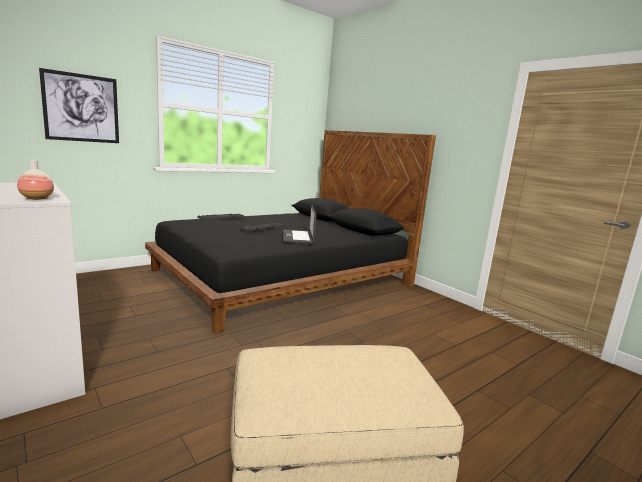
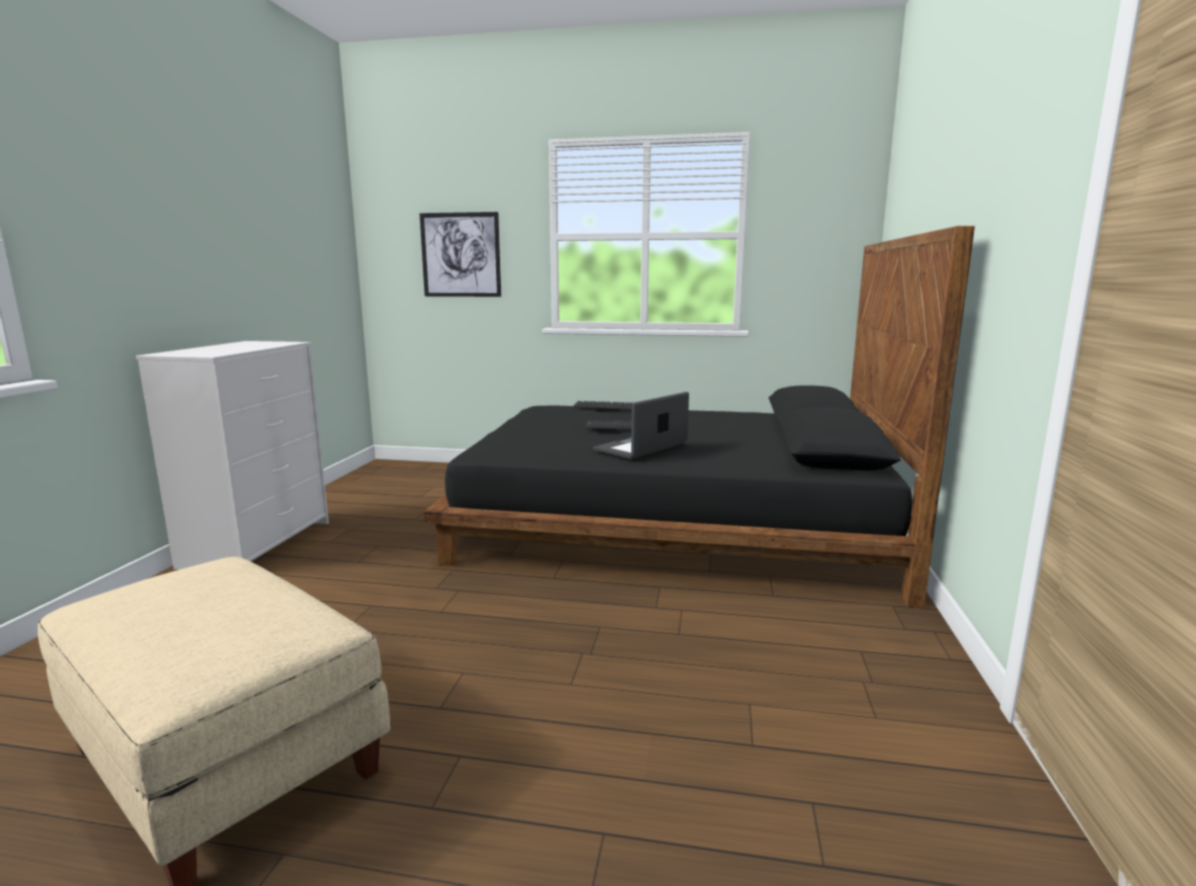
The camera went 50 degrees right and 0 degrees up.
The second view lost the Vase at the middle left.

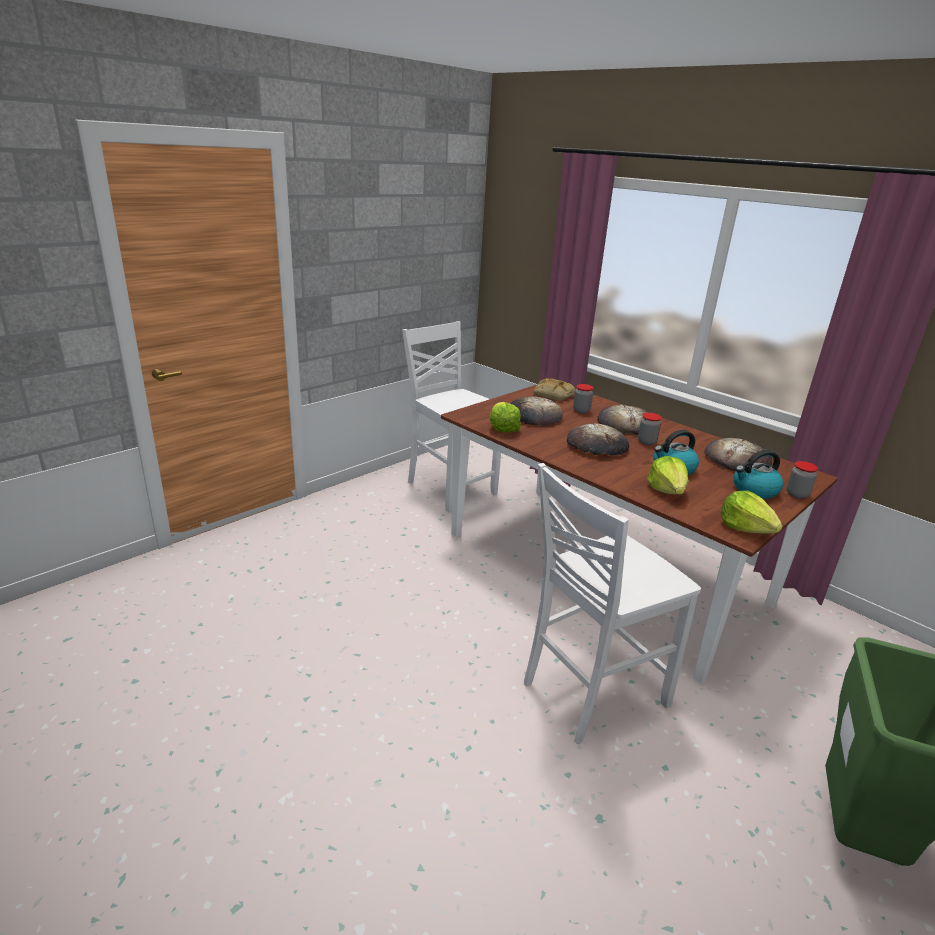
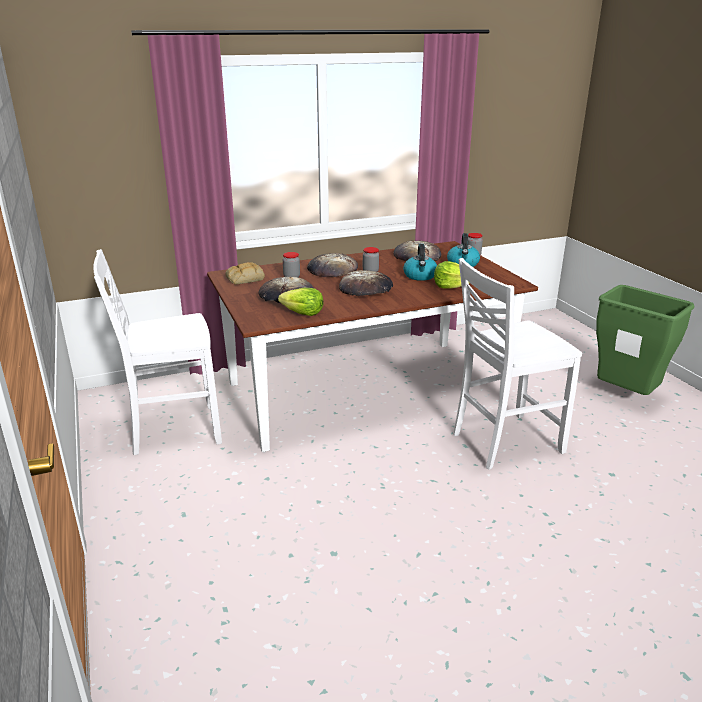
The camera went 65 degrees left and 0 degrees up.
The Stuhl (weiß) (2nd from left) at the centre ended up facing another way, 75 degrees clockwise from before.
The second view lost the Salatkopf (3rd from left) at the middle right.

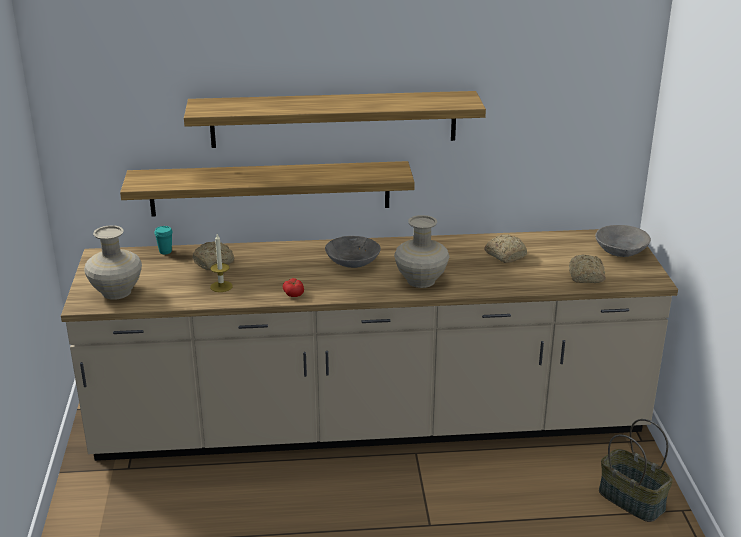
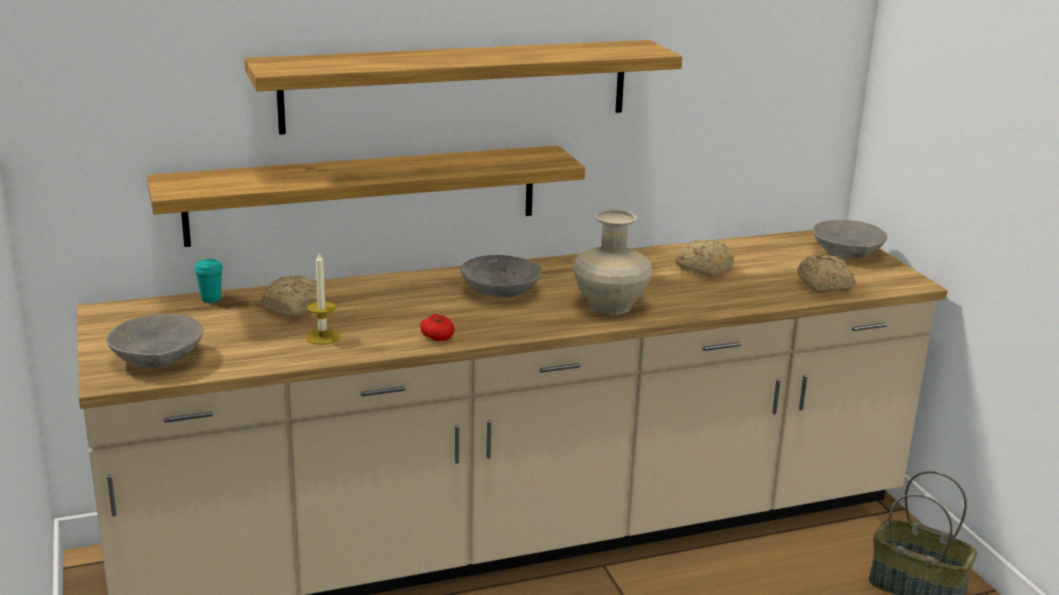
The camera went 15 degrees left and 5 degrees down.
Where the Vase (beige) (1st from left) stood at the middle left, the Schüssel (grau) (1st from left) came to stand at the middle left.

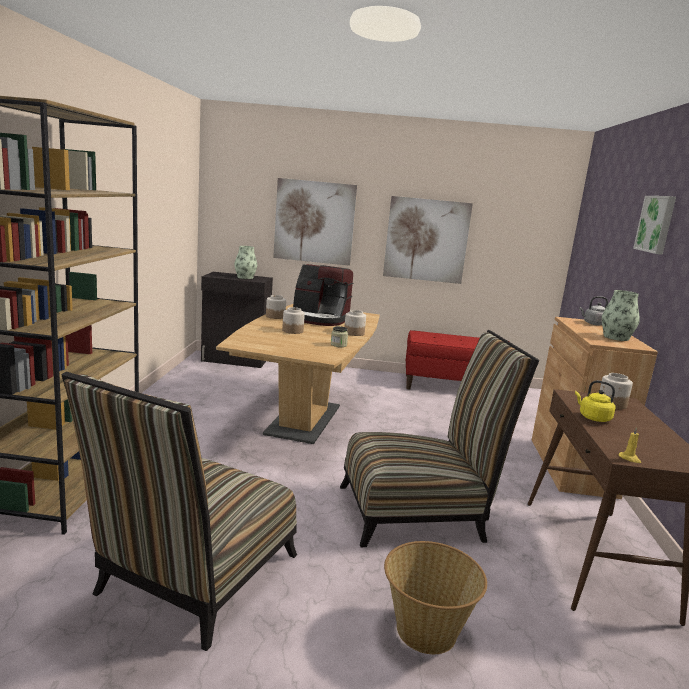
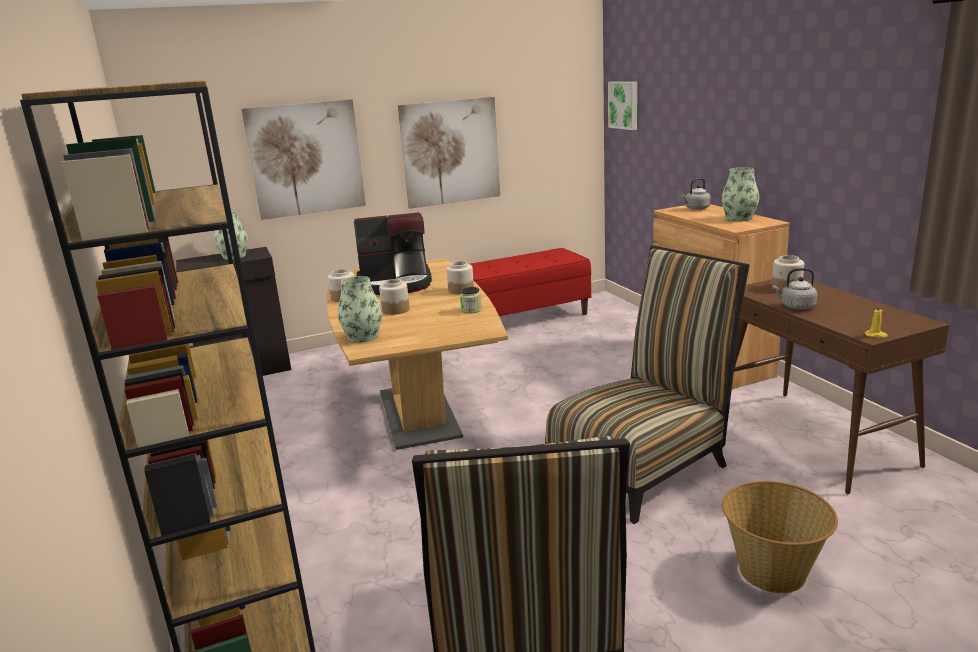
The camera went 25 degrees left and 5 degrees up.
The second view gained the Vase (2nd from left) at the centre.
The Bild (3rd from left) ended up elsewhere, having gone from the top right to the top centre.
What was the Wasserkessel (gelb) at the middle right turned into the Wasserkessel (grau) (2nd from left) at the middle right.

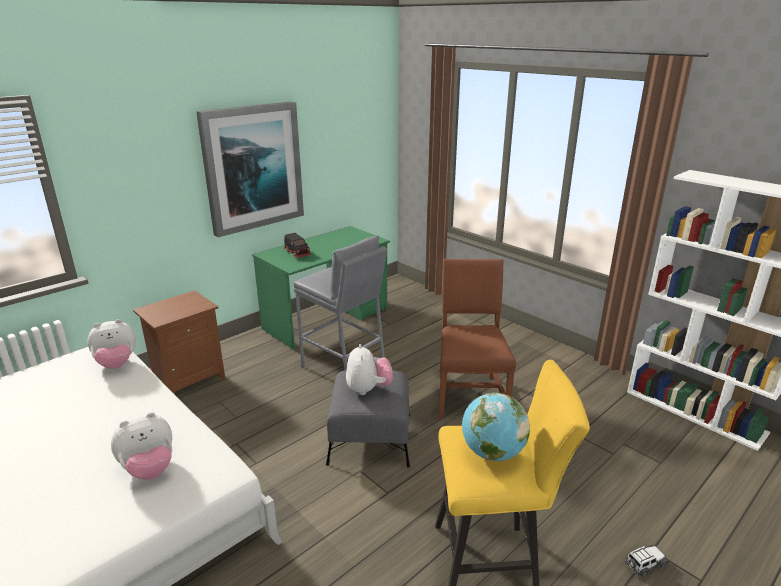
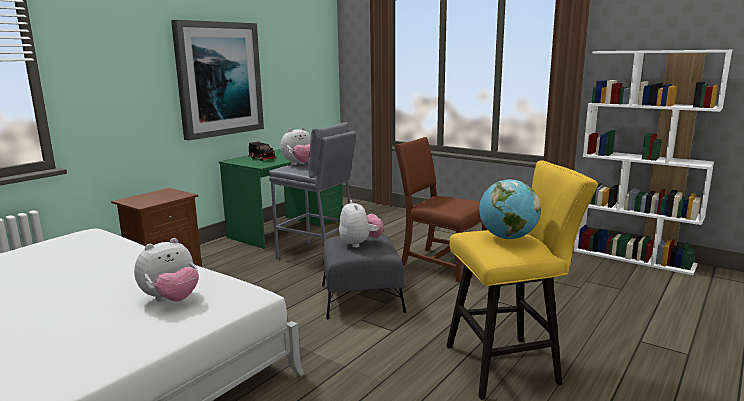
The camera went 10 degrees left and 10 degrees down.
The Plüschtier (1st from left in the first image) ended up elsewhere, having gone from the middle left to the centre.
The Stuhl (braun) at the centre ended up facing another way, 45 degrees counterclockwise from before.
The second view lost the Spielzeugauto at the bottom right.

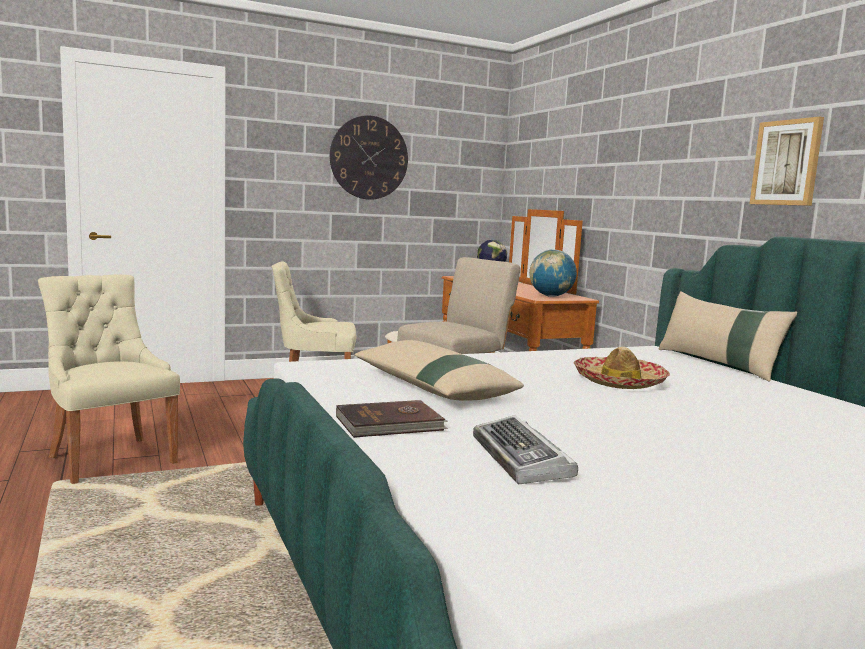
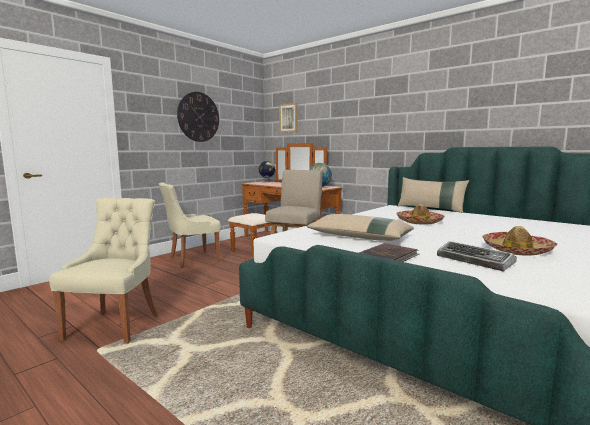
The camera went 25 degrees left and 0 degrees up.
The Stuhl (beige) (1st from left) at the middle left ended up facing another way, 75 degrees clockwise from before.
The Bild ended up elsewhere, having gone from the top right to the top centre.
The second view gained the Hut (2nd from left) at the middle right.

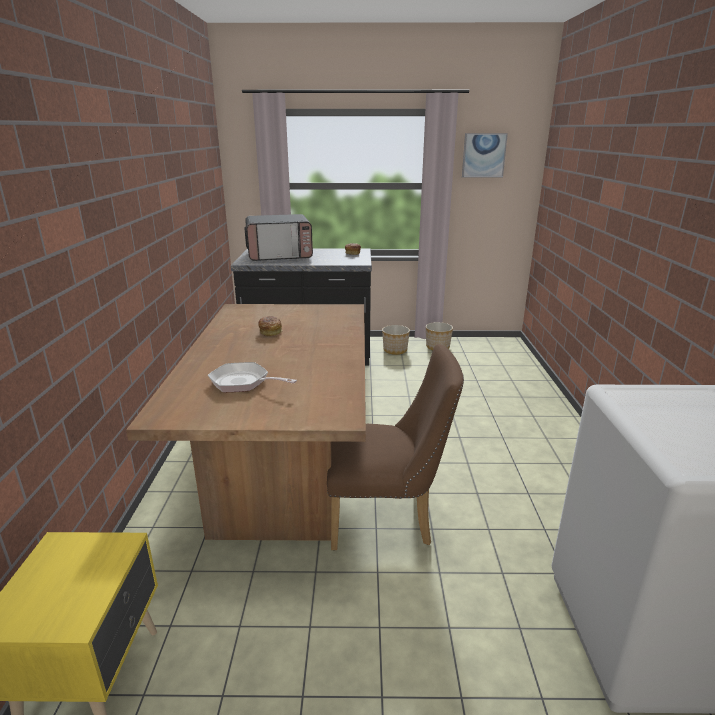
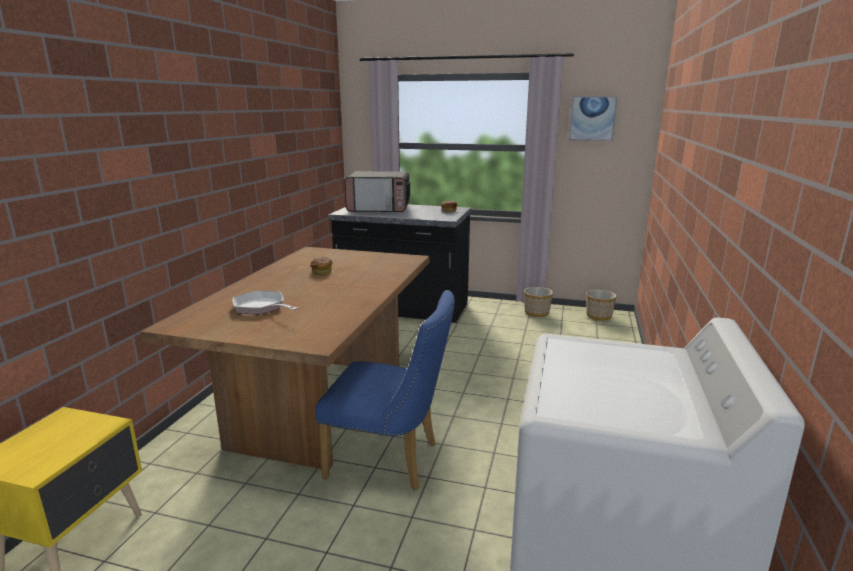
The camera went 15 degrees right and 5 degrees down.
What was the Stuhl (braun) at the centre turned into the Stuhl (blau) at the bottom centre.
The Pflanzkübel (1st from left in the first image) ended up elsewhere, having gone from the centre to the middle right.

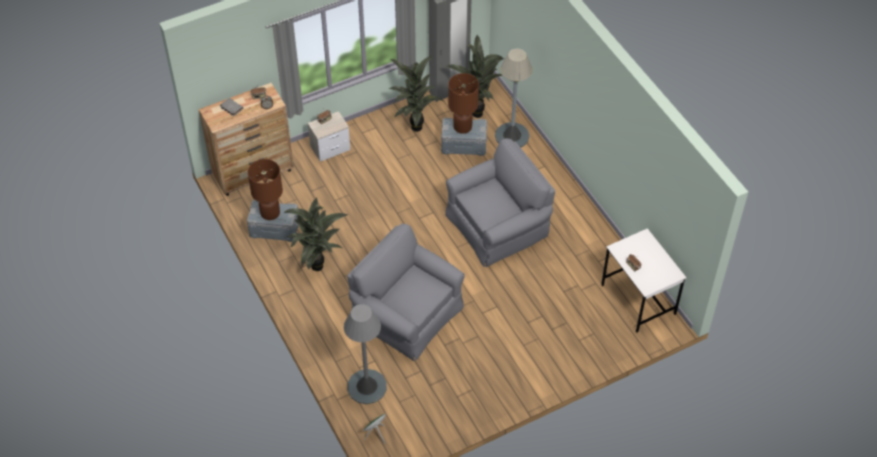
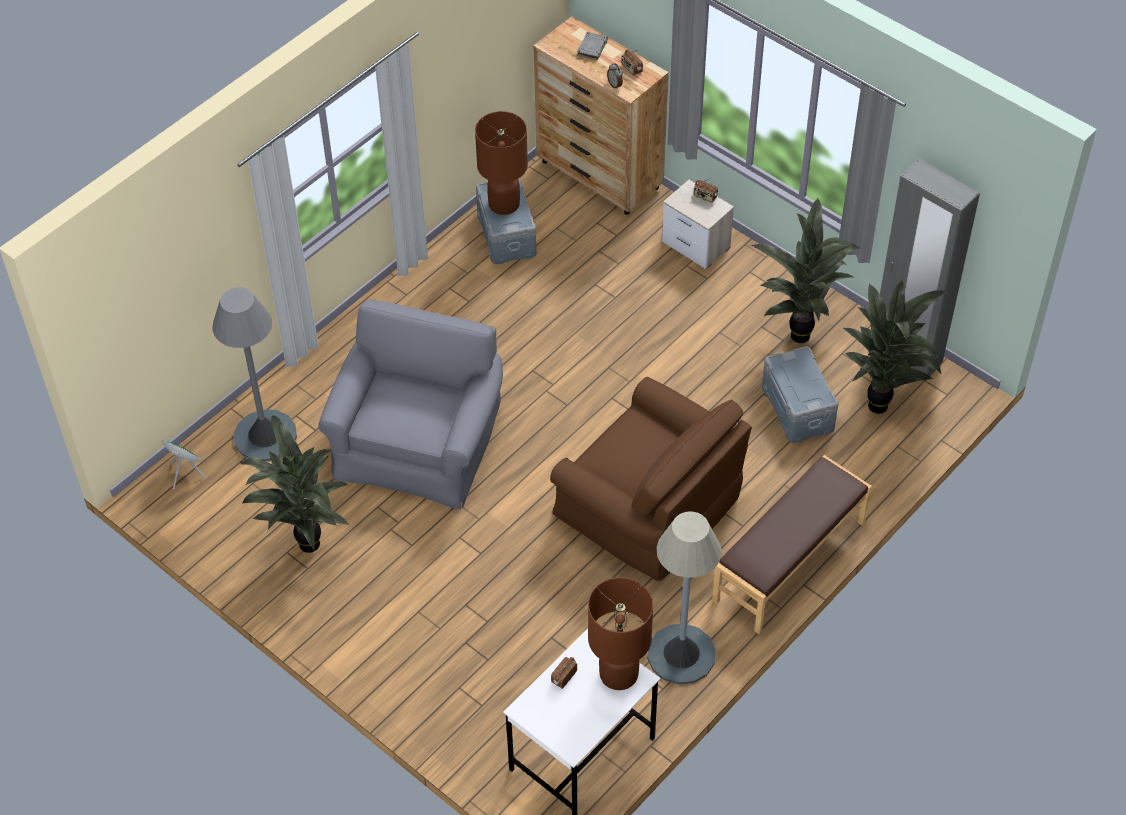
The camera went 70 degrees right and 0 degrees up.
The Topfpflanze (1st from left) ended up elsewhere, having gone from the centre to the middle left.
What was the Sessel (grau) (2nd from left) at the centre turned into the Sessel (braun) at the centre.
The Tischlampe (braun) (2nd from left) ended up elsewhere, having gone from the top centre to the bottom centre.
The Stehlampe (grau) (2nd from left) ended up elsewhere, having gone from the top centre to the bottom centre.
The second view gained the Bank (braun) at the bottom right.

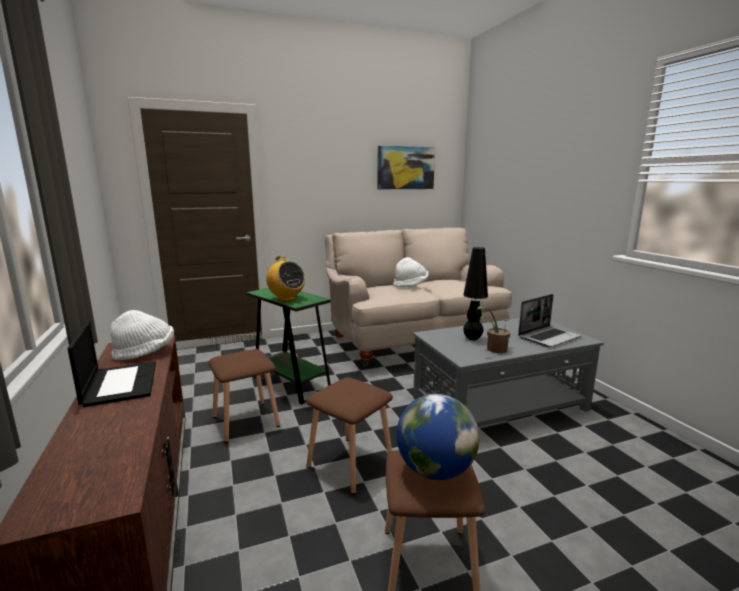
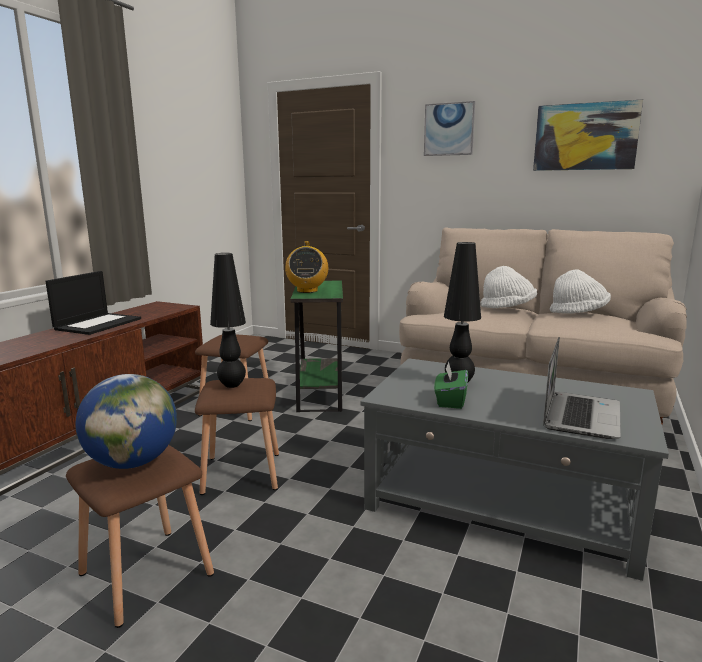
The camera went 45 degrees right and 0 degrees up.
The second view gained the Tischlampe (schwarz) (1st from left) at the middle left.
The second view gained the Bild (1st from left) at the top centre.
Where the Topfpflanze stood at the middle right, the Taschentuchbox (grün) came to stand at the centre.
The Laptop (2nd from left) at the middle right ended up facing another way, 75 degrees counterclockwise from before.
The Hut (weiß) (1st from left in the first image) ended up elsewhere, having gone from the middle left to the middle right.

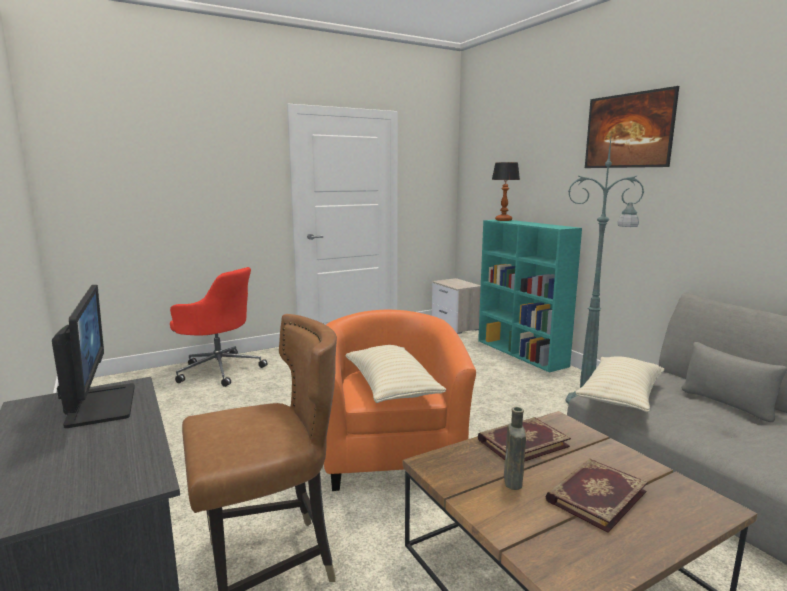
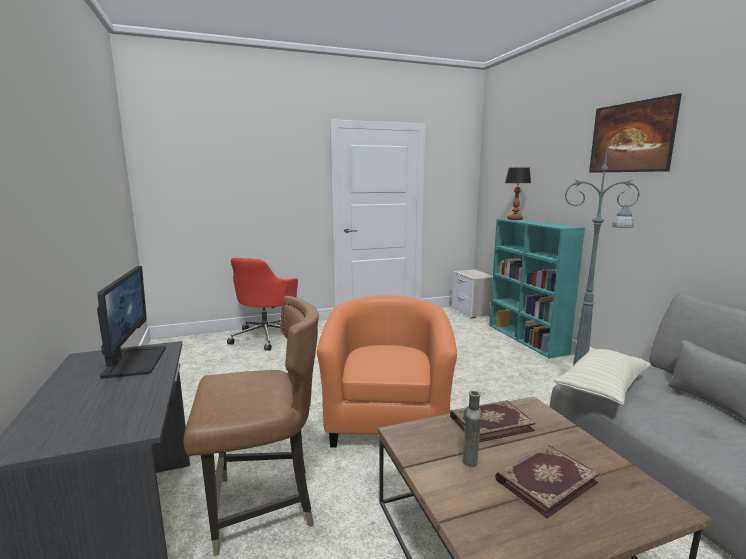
The camera went 10 degrees right and 0 degrees up.
The Bürostuhl (rot) at the middle left ended up facing another way, 75 degrees clockwise from before.
The second view lost the Kissen (beige) (1st from left) at the centre.

